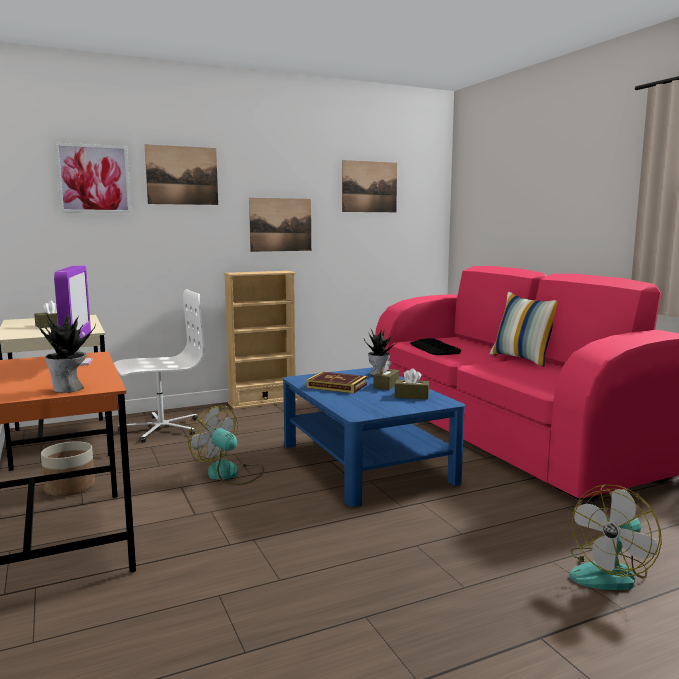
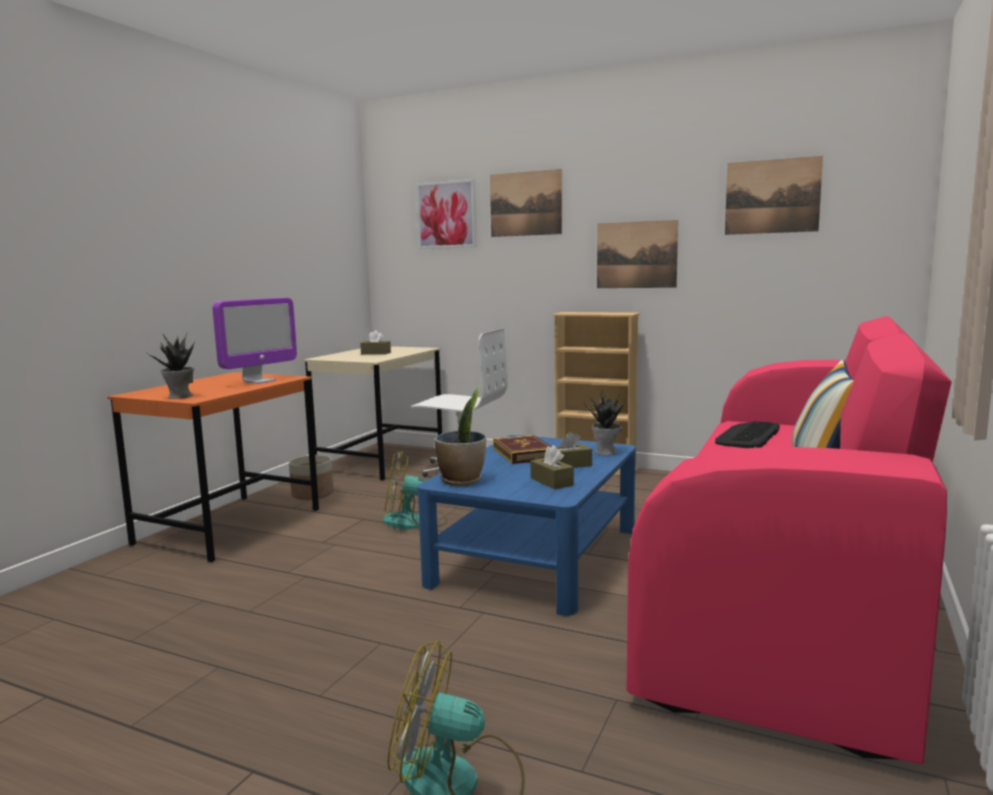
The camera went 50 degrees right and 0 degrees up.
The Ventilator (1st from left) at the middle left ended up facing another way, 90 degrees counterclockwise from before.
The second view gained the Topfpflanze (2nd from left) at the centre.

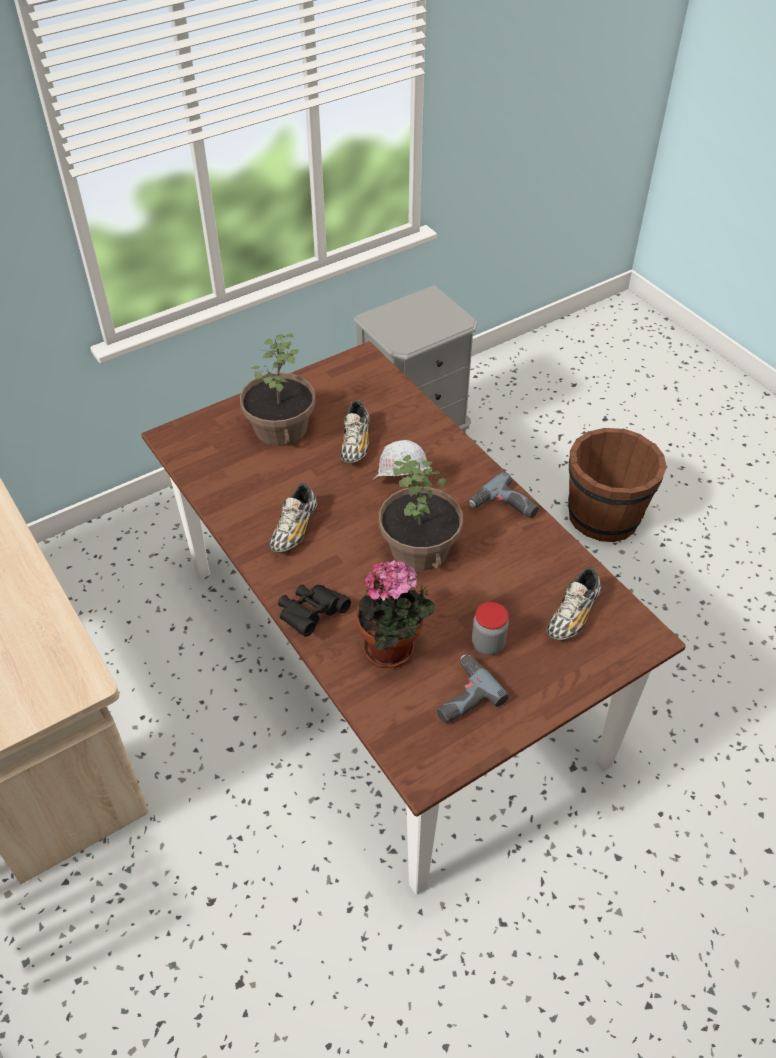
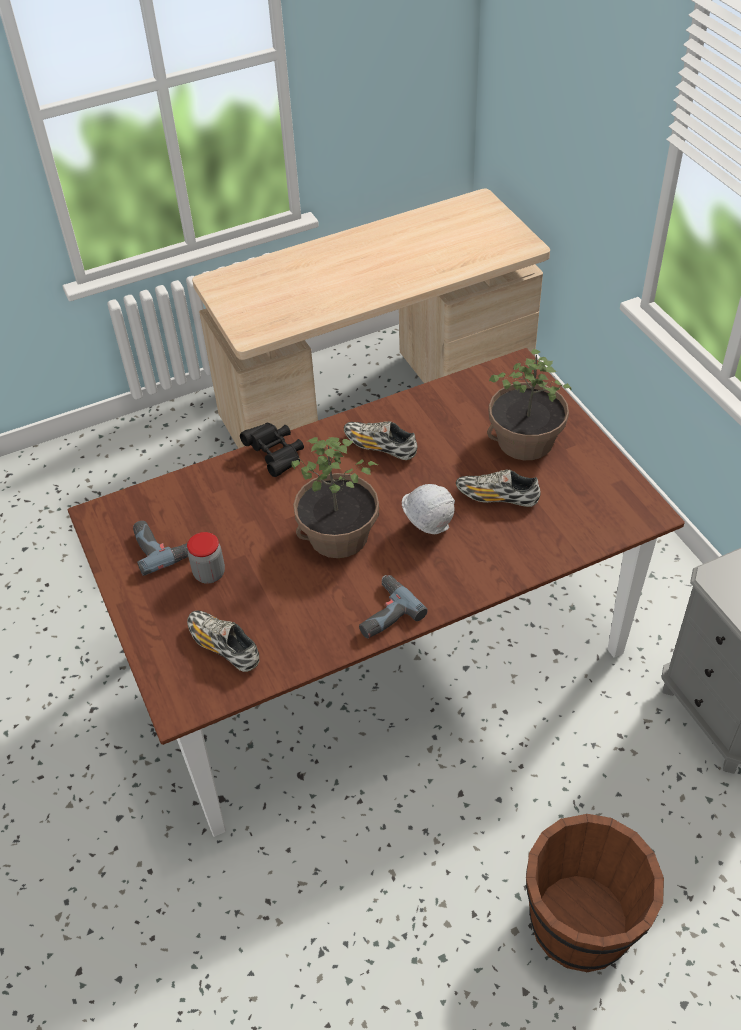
The camera went 100 degrees right and 0 degrees up.
The second view lost the Topfpflanze (2nd from left) at the centre.

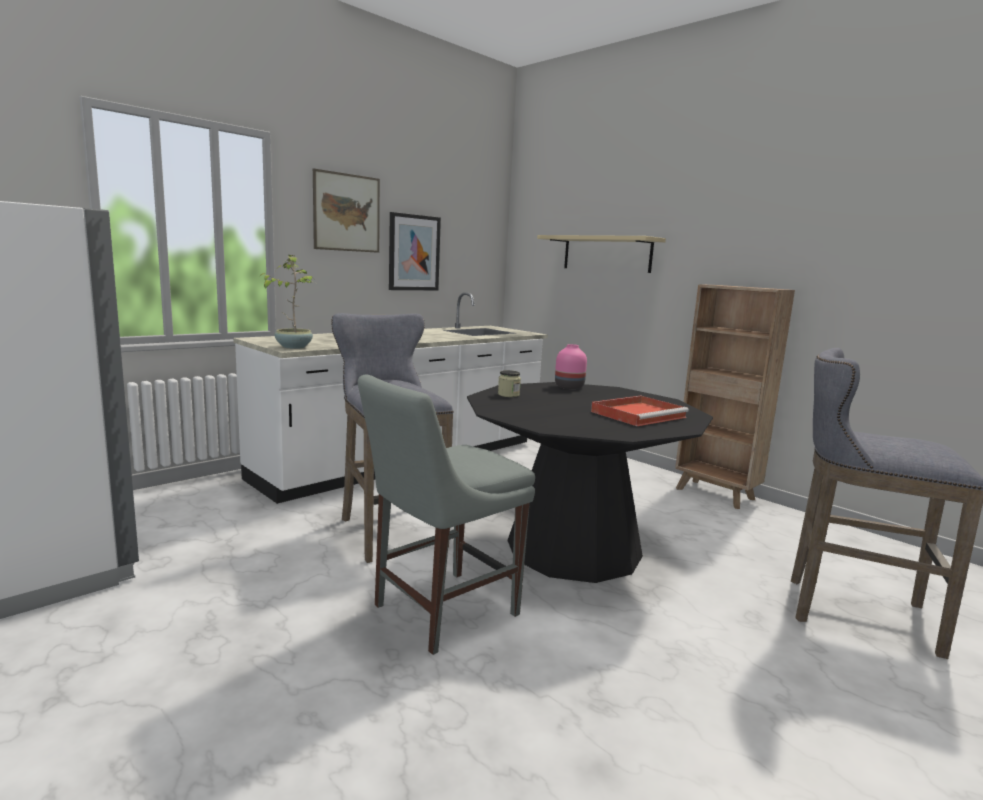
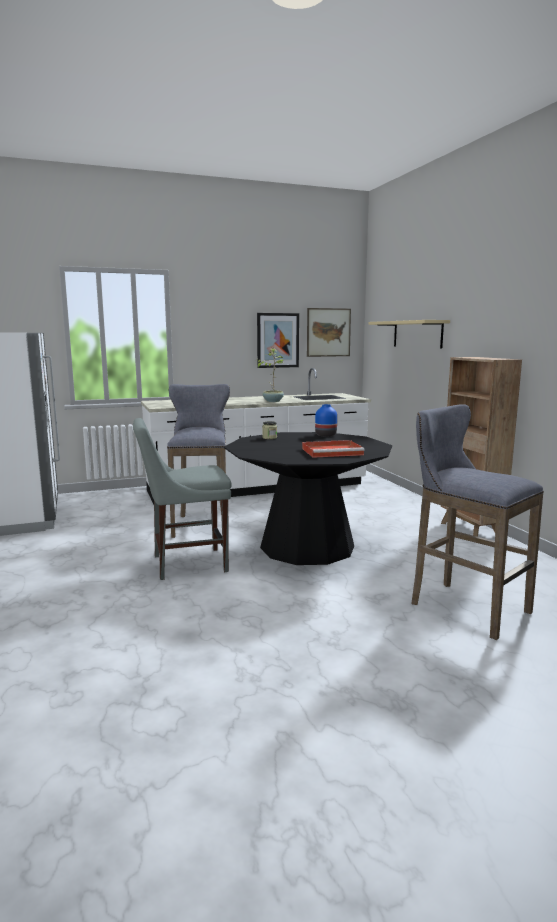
The camera went 25 degrees right and 0 degrees up.
The Topfpflanze ended up elsewhere, having gone from the middle left to the centre.
The Bild (1st from left in the first image) ended up elsewhere, having gone from the top centre to the centre.
What was the Vase (rosa) at the centre turned into the Vase (blau) at the centre.

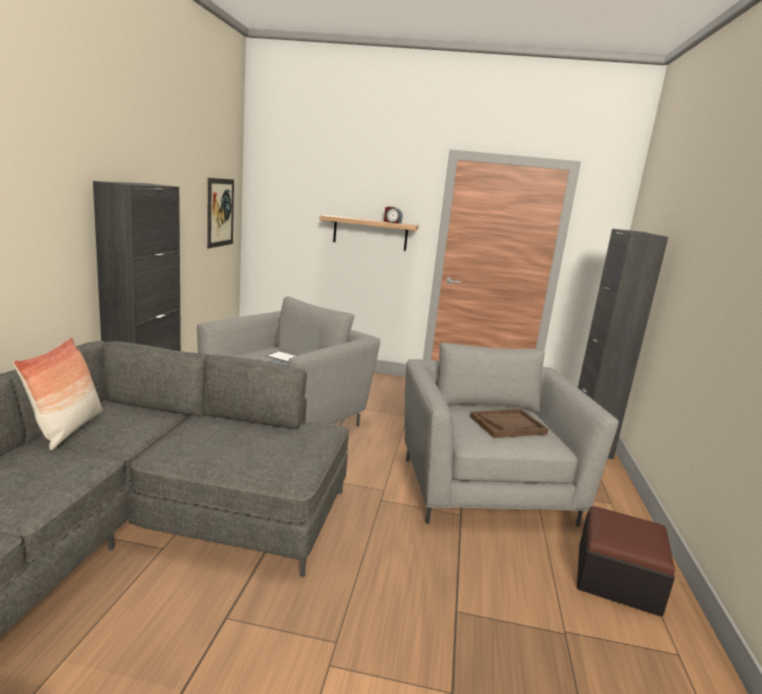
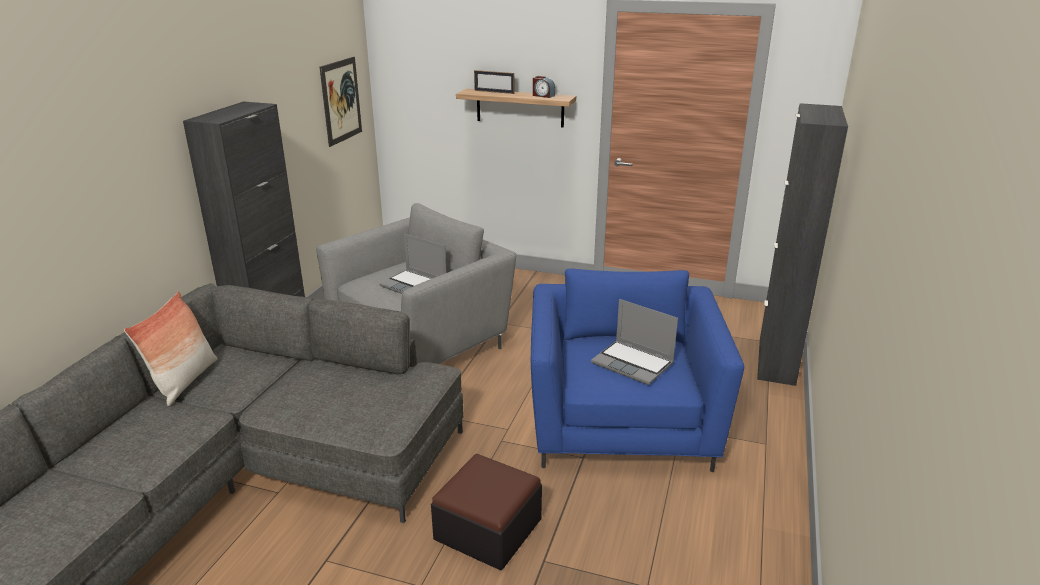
The camera went 10 degrees right and 10 degrees up.
The Polsterhocker ended up elsewhere, having gone from the bottom right to the bottom centre.
The second view gained the Bilderrahmen at the top centre.
What was the Sessel (grau) (2nd from left) at the middle right turned into the Sessel (blau) at the centre.
Where the Tablett (braun) stood at the middle right, the Laptop (2nd from left) came to stand at the centre.

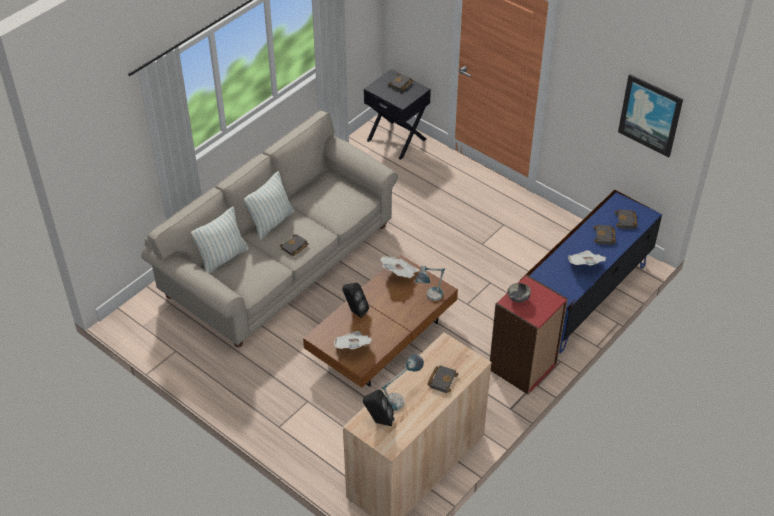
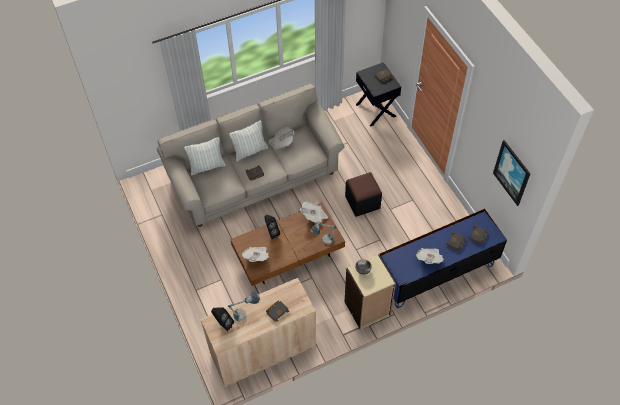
The camera went 25 degrees right and 10 degrees up.
The second view gained the Zeitung (2nd from left) at the centre.
The second view gained the Polsterhocker (schwarz) at the centre.
What was the Bücherregal (rot) at the middle right turned into the Bücherregal (beige) at the bottom centre.

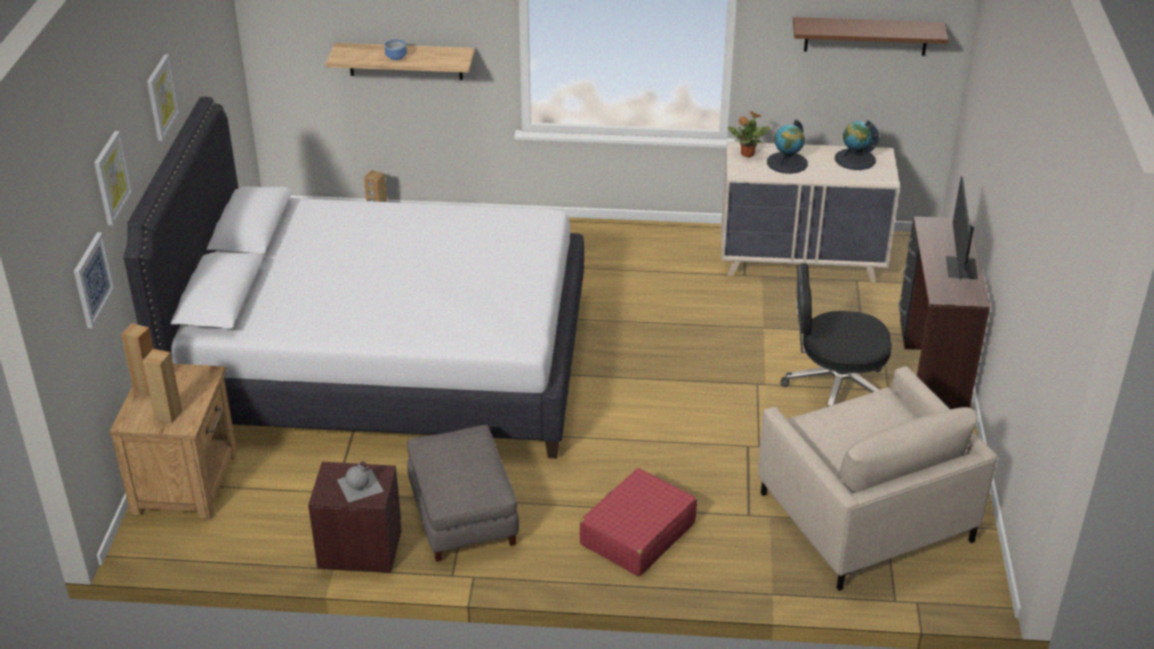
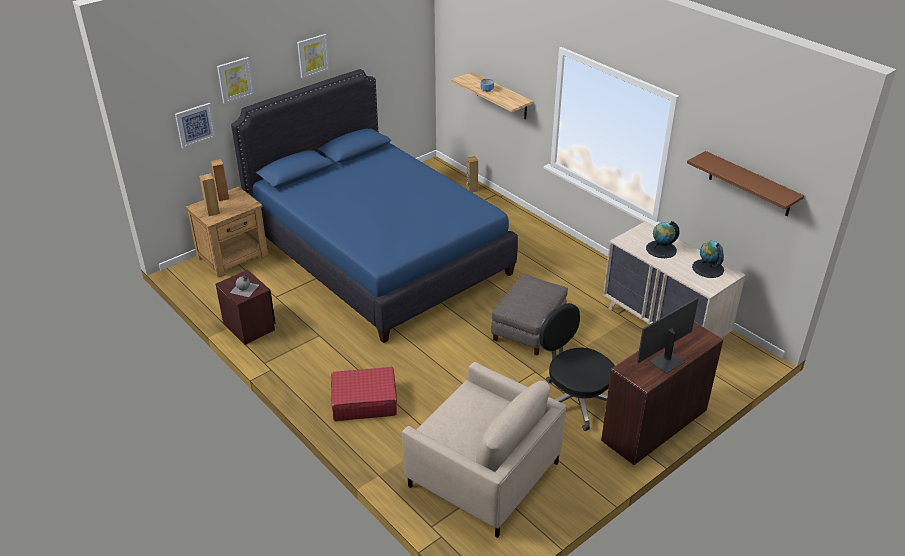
The camera went 45 degrees right and 0 degrees up.
What was the Bett (weiß) at the middle left turned into the Bett (blau) at the centre.
The Sessel (beige) at the bottom right ended up facing another way, 75 degrees counterclockwise from before.
The Polsterhocker (grau) ended up elsewhere, having gone from the bottom centre to the centre.
The second view lost the Topfpflanze at the top centre.

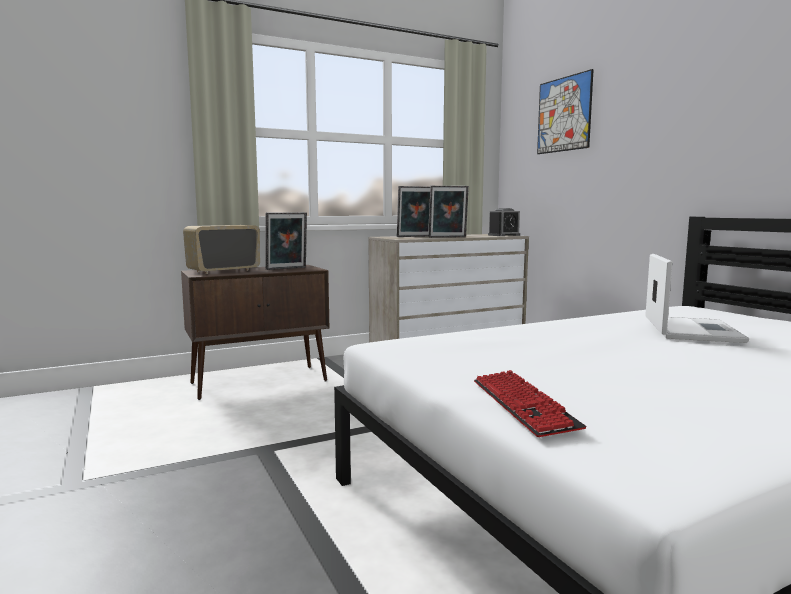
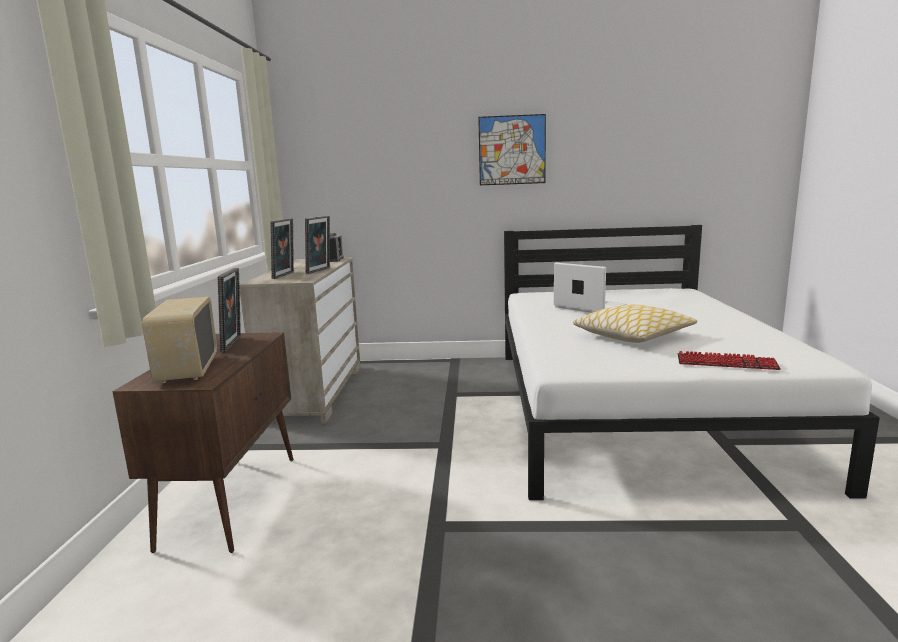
The camera went 60 degrees left and 5 degrees up.
The Bild ended up elsewhere, having gone from the top right to the top centre.
The second view gained the Kissen at the middle right.

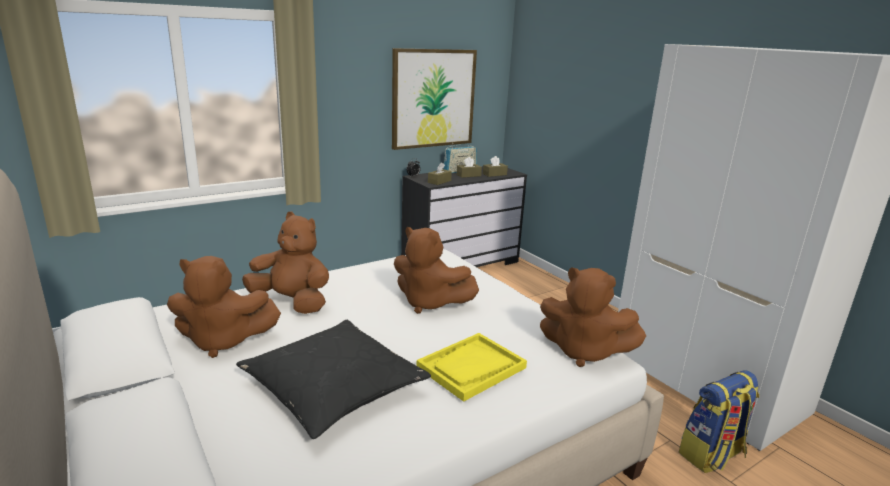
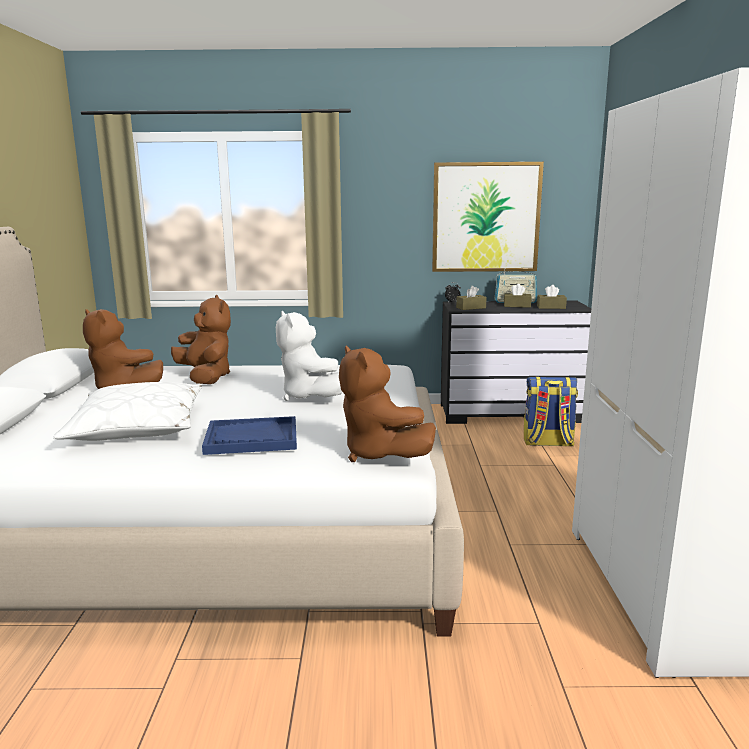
The camera went 35 degrees right and 5 degrees down.
What was the Kissen (schwarz) at the bottom centre turned into the Kissen (weiß) at the middle left.
What was the Tablett (gelb) at the bottom centre turned into the Tablett (blau) at the middle left.
What was the Plüschtier (braun) (3rd from left) at the centre turned into the Plüschtier (weiß) at the centre.
The Rucksack ended up elsewhere, having gone from the bottom right to the middle right.

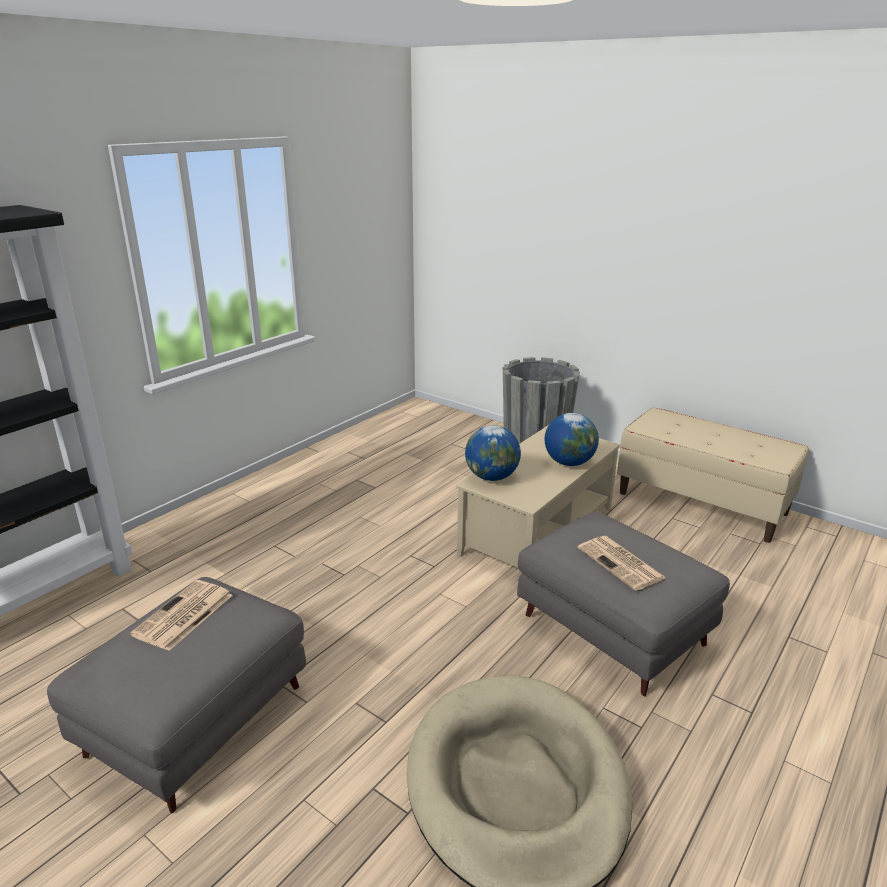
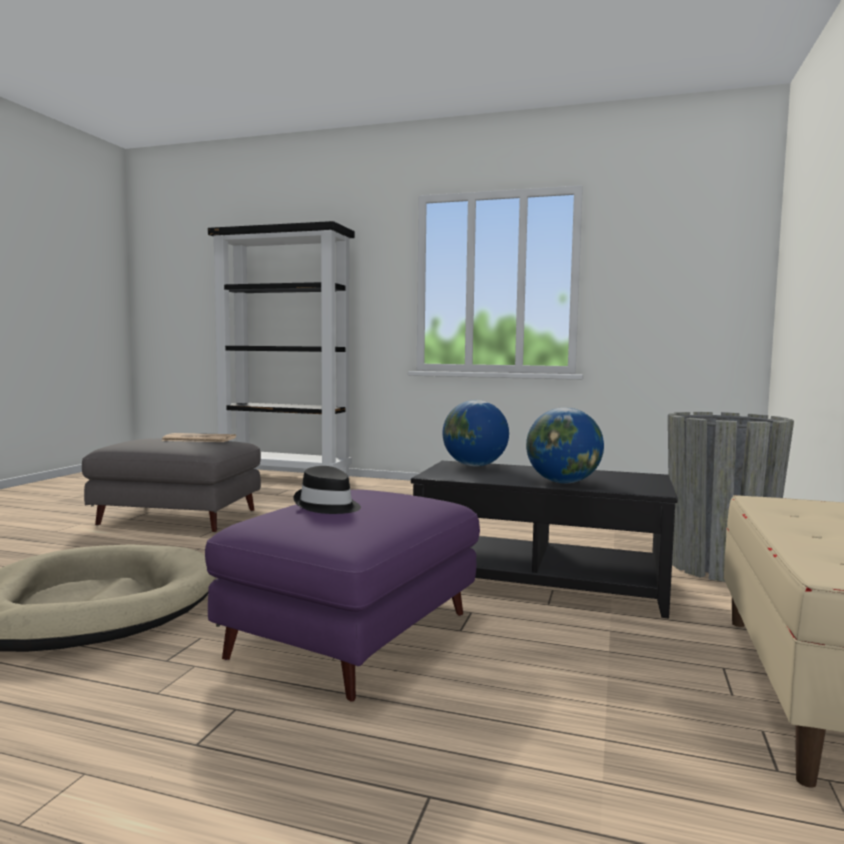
The camera went 70 degrees right and 20 degrees down.
What was the Polsterhocker (grau) (2nd from left) at the bottom right turned into the Polsterhocker (lila) at the bottom centre.
Where the Zeitung (2nd from left) stood at the middle right, the Hut (schwarz) came to stand at the centre.
What was the Couchtisch (beige) at the centre turned into the Couchtisch (schwarz) at the centre.

